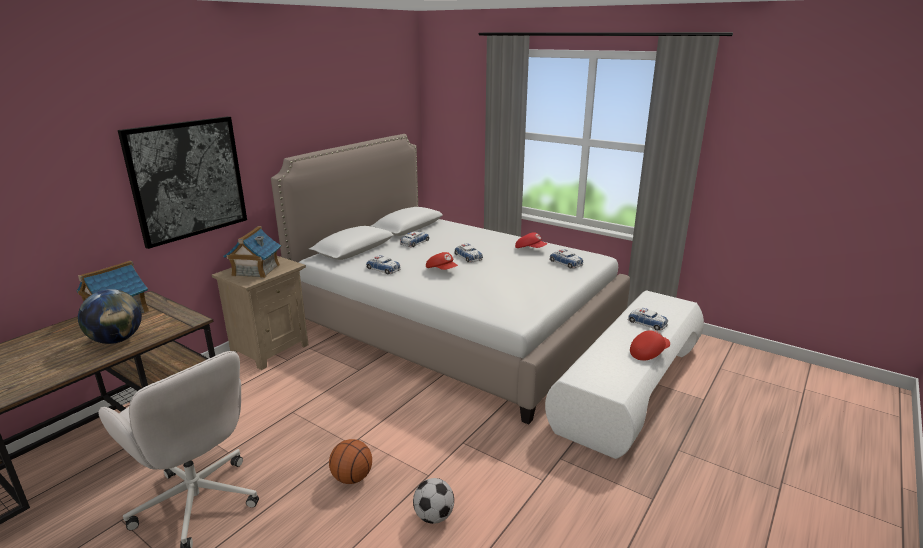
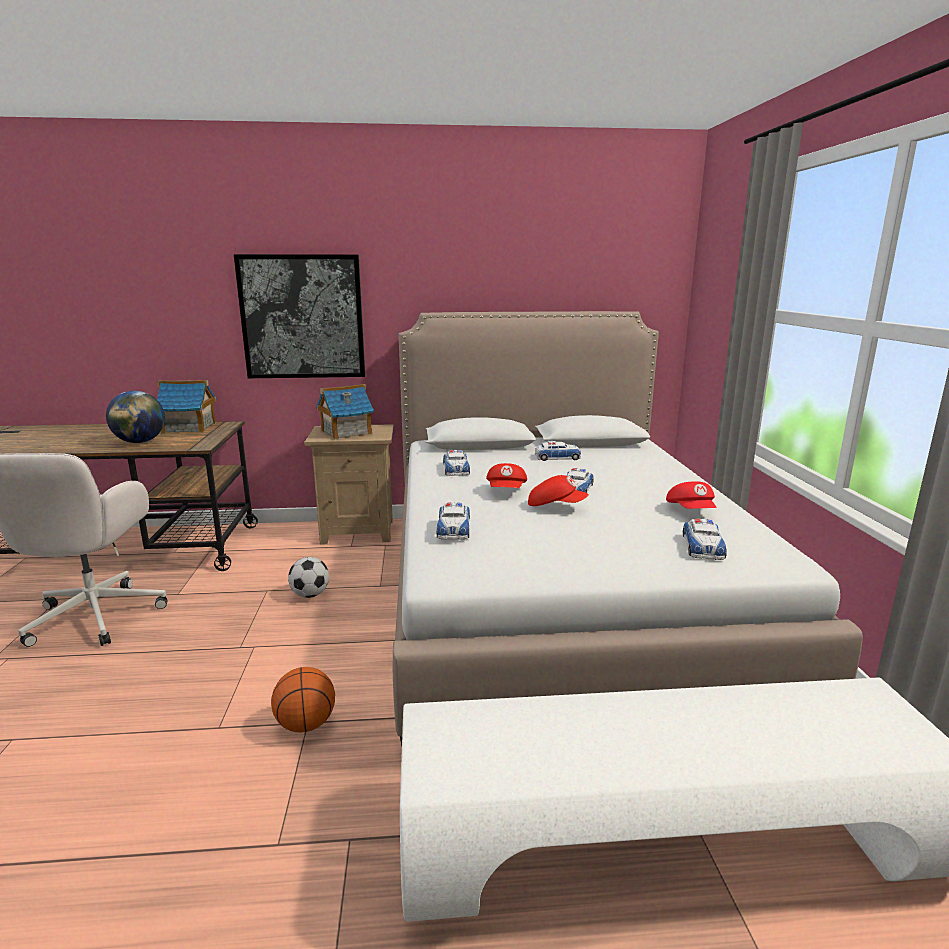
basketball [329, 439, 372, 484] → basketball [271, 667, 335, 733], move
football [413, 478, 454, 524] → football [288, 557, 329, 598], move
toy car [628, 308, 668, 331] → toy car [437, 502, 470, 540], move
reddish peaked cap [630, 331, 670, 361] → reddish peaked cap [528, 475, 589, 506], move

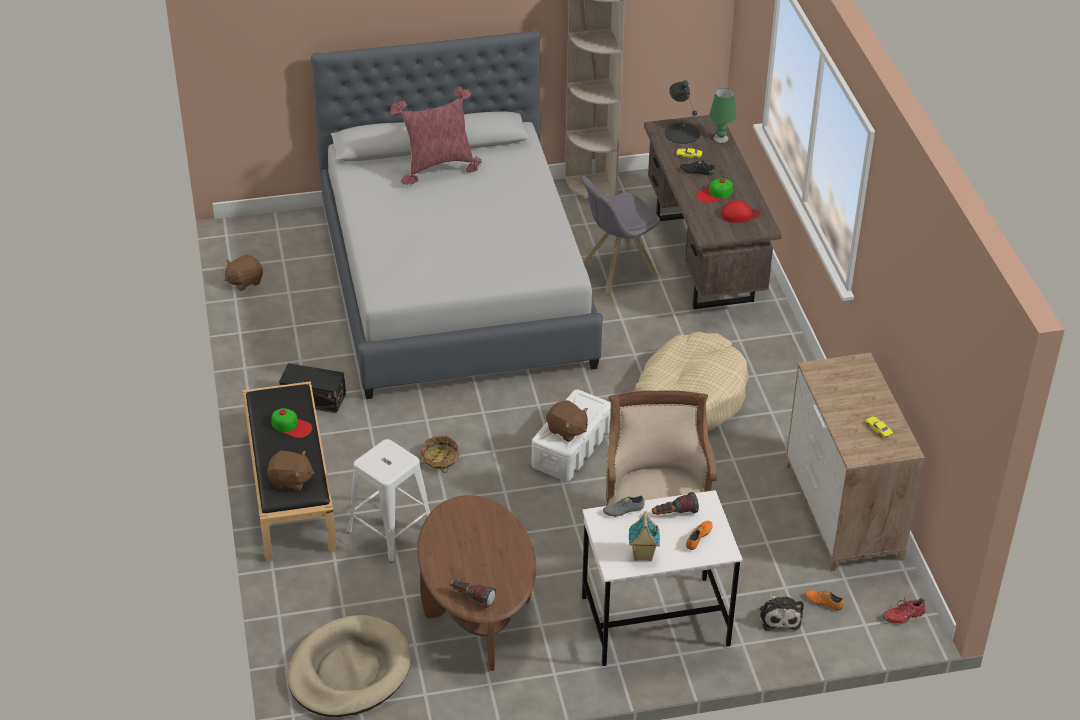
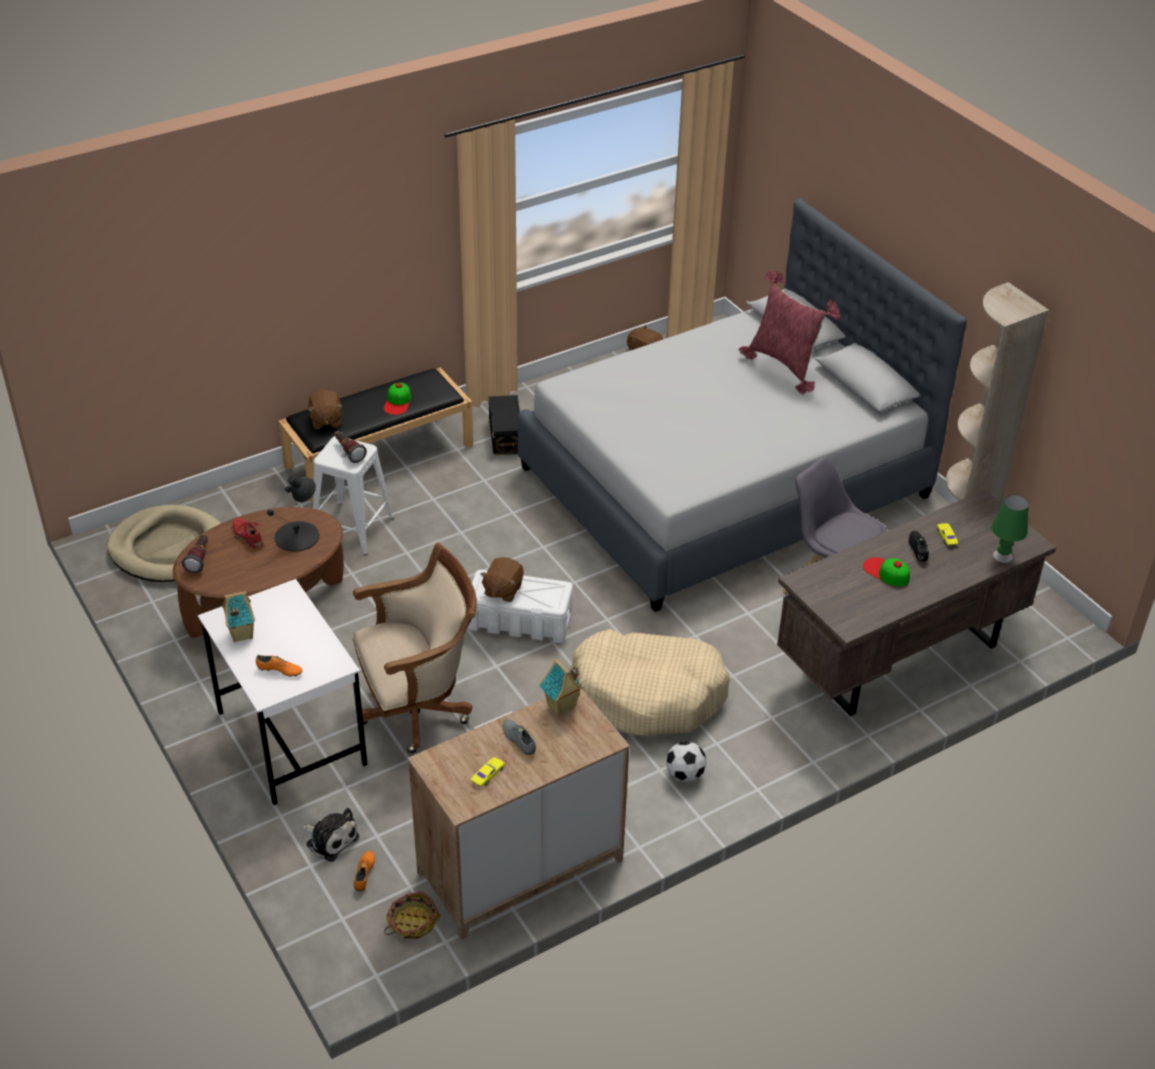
reddish peaked cap [721, 200, 761, 223] → -
- → model house [540, 658, 583, 717]
- → football [666, 741, 707, 782]
basket [420, 436, 460, 473] → basket [384, 891, 441, 939], move
gray item of footwear [603, 495, 645, 517] → gray item of footwear [503, 719, 536, 755], move
torch [652, 492, 699, 515] → torch [335, 431, 367, 463], move
blackish tabletop lamp [665, 80, 700, 144] → blackish tabletop lamp [267, 476, 319, 552], move
reddish item of footwear [883, 595, 926, 624] → reddish item of footwear [232, 517, 266, 548], move
soft toy [760, 594, 804, 631] → soft toy [302, 808, 359, 862], 120 degrees counterclockwise

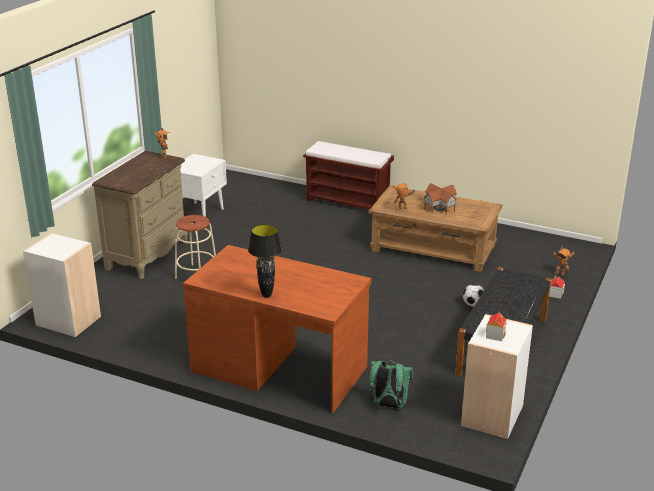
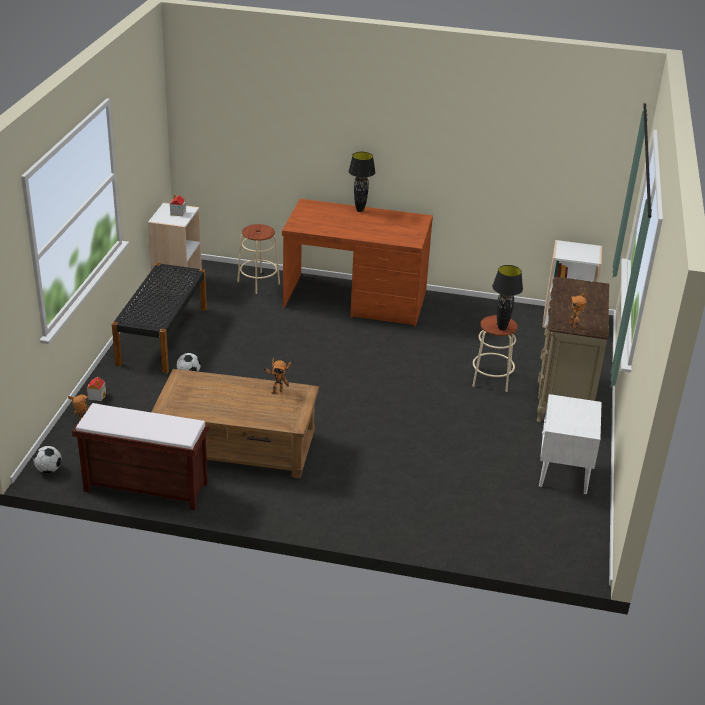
model house [424, 183, 457, 215] → -
- → football [34, 446, 62, 473]
- → blackish tabletop lamp [492, 265, 523, 331]
brownish long seat [303, 141, 394, 210] → brownish long seat [72, 403, 210, 510], move
green-coloured knapsack [369, 361, 413, 408] → sand-coloured stool [237, 224, 280, 294]

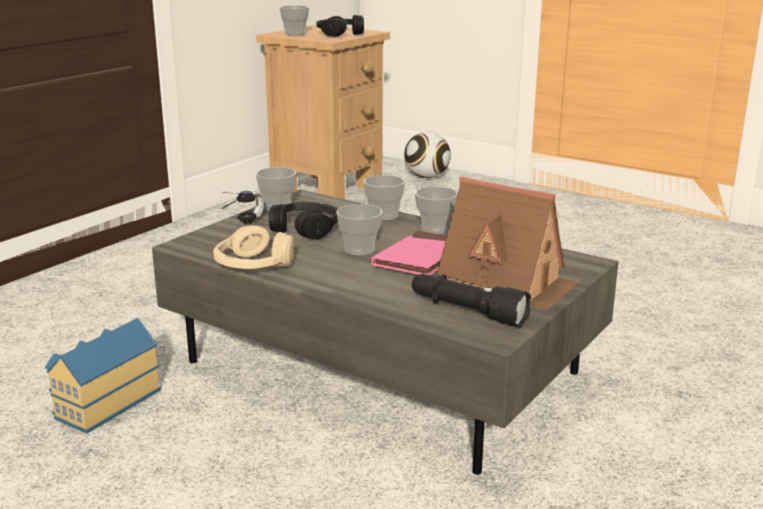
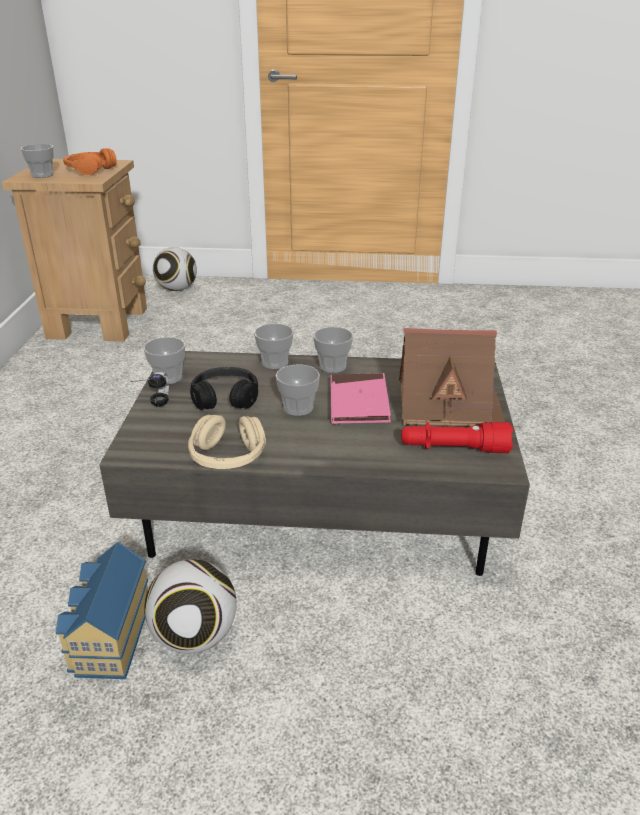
- → football [144, 559, 237, 654]
blackish headphones [316, 15, 364, 37] → orangey headphones [63, 148, 117, 175]
blackish torch [412, 274, 531, 327] → reddish torch [401, 422, 513, 453]

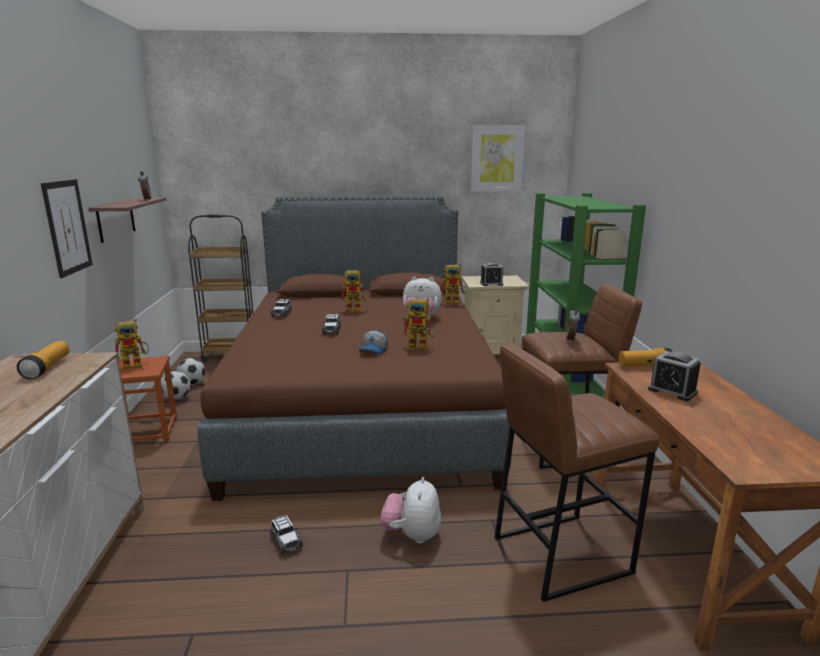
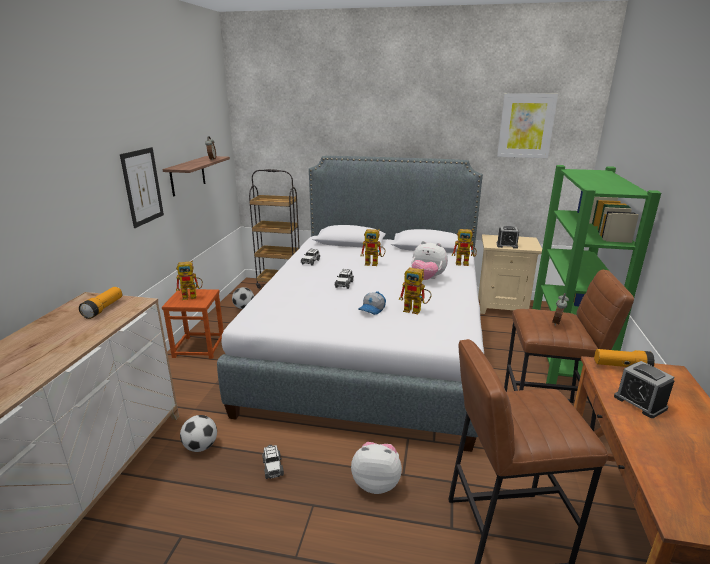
football [161, 371, 191, 400] → football [180, 415, 217, 452], move
brownish sleeping bed [198, 195, 512, 501] → gray sleeping bed [217, 156, 484, 452]
soft toy [381, 477, 441, 544] → soft toy [351, 442, 402, 494], 75 degrees clockwise

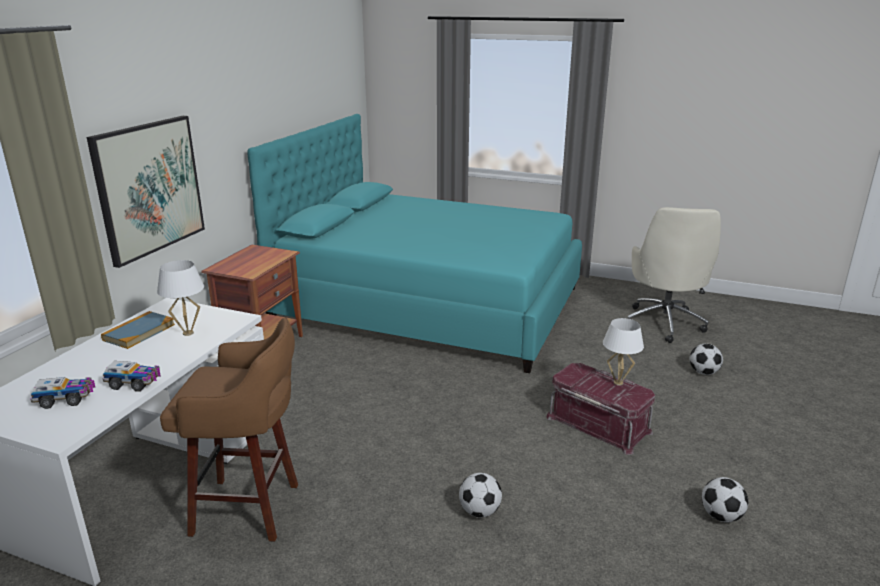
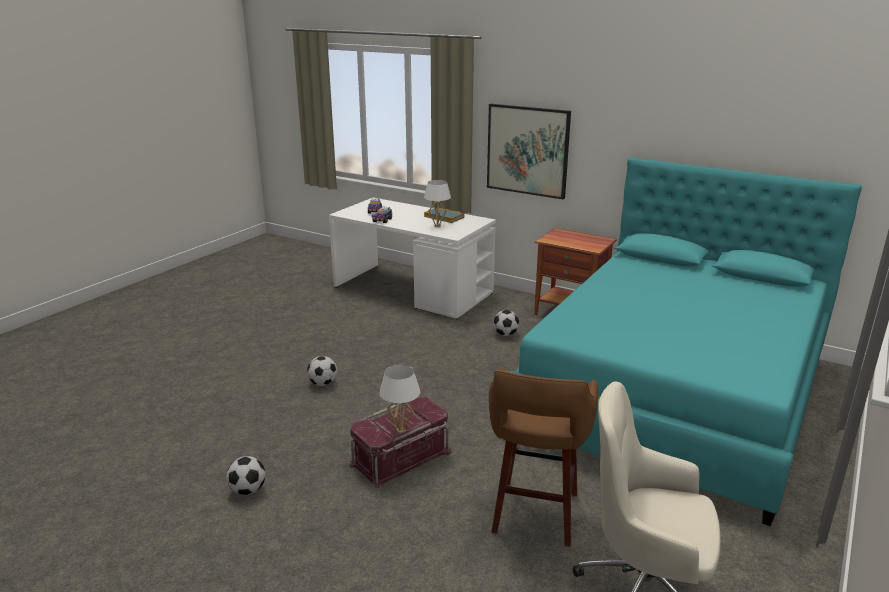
brownish stool [160, 317, 298, 542] → brownish stool [489, 367, 598, 547], move
football [689, 344, 723, 375] → football [493, 310, 519, 336], move

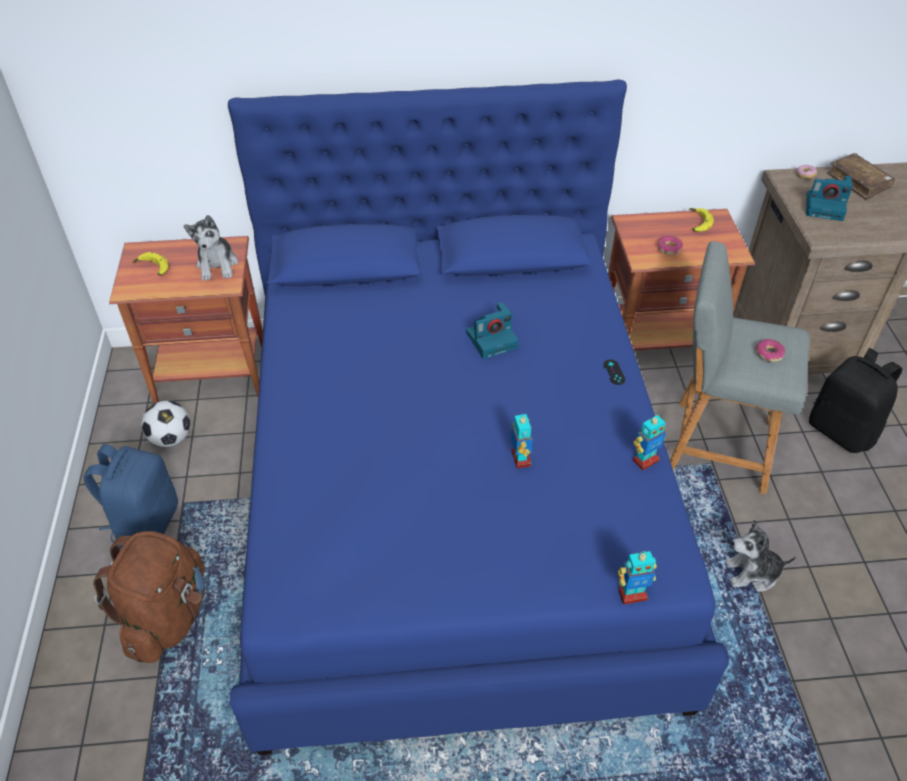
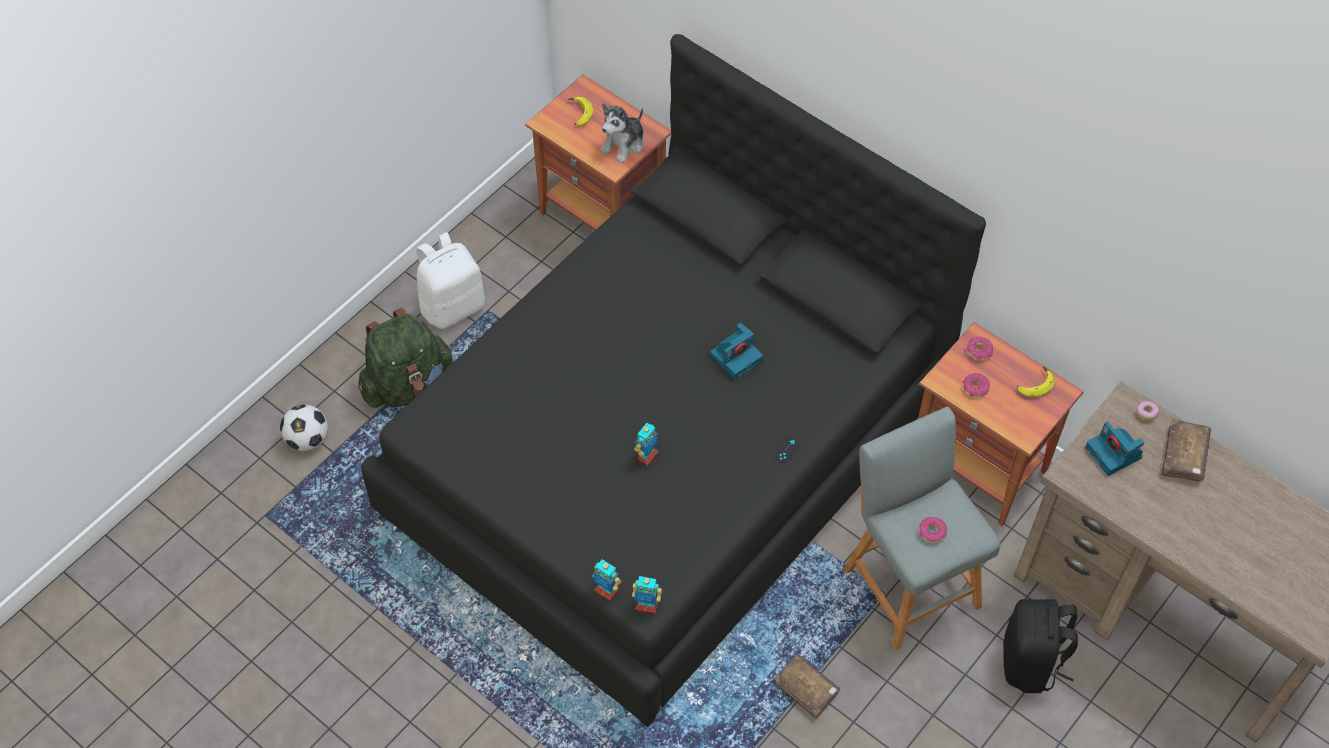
- → doughnut [967, 337, 993, 360]
football [141, 401, 190, 447] → football [280, 404, 328, 451], move
toy robot [633, 414, 666, 470] → toy robot [632, 576, 662, 614], move
soft toy [725, 519, 797, 592] → brownish bound book [773, 654, 840, 719]
bluish knapsack [84, 444, 178, 548] → white-coloured knapsack [416, 232, 485, 329]
brownish knapsack [93, 531, 205, 663] → green-coloured knapsack [358, 308, 453, 408]
bluish sleeping bed [228, 79, 729, 755] → blackish sleeping bed [361, 34, 986, 727]
photo camera [466, 302, 518, 359] → photo camera [710, 323, 763, 380], 60 degrees counterclockwise

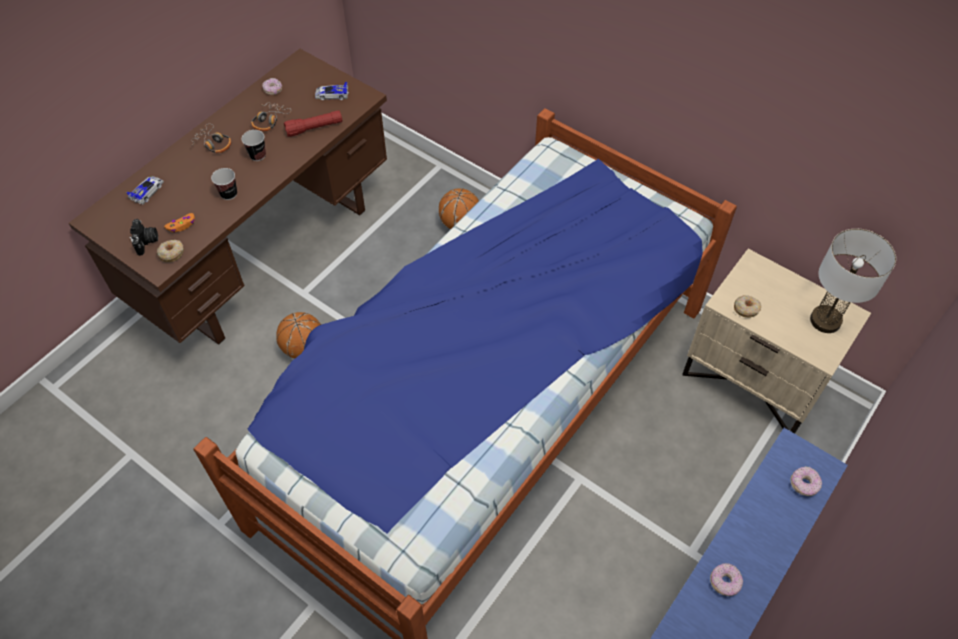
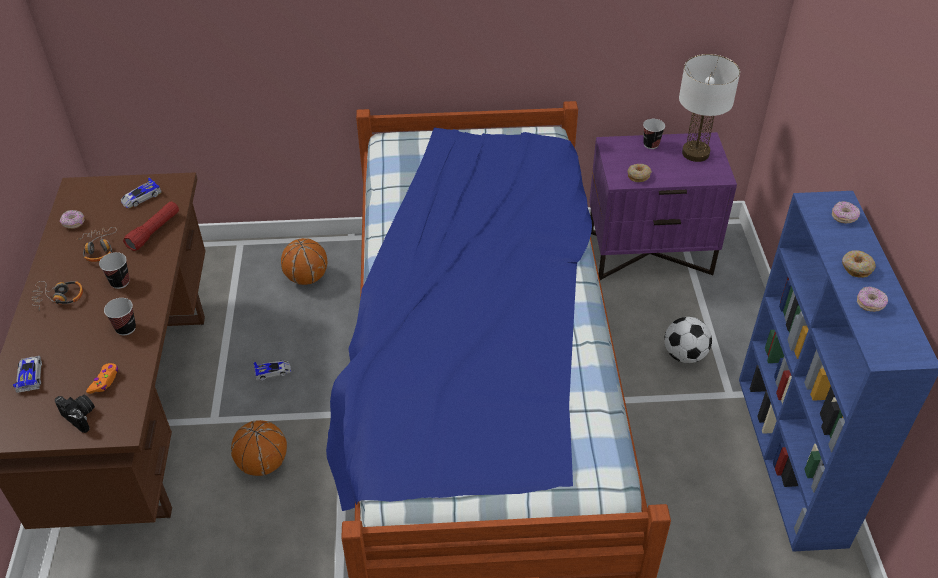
- → toy car [254, 360, 291, 381]
- → cup [643, 119, 665, 149]
- → football [664, 317, 712, 363]
doughnut [157, 240, 184, 262] → doughnut [842, 250, 876, 278], move
sand-coloured nightstand [683, 249, 871, 434] → purple nightstand [589, 132, 737, 280]

